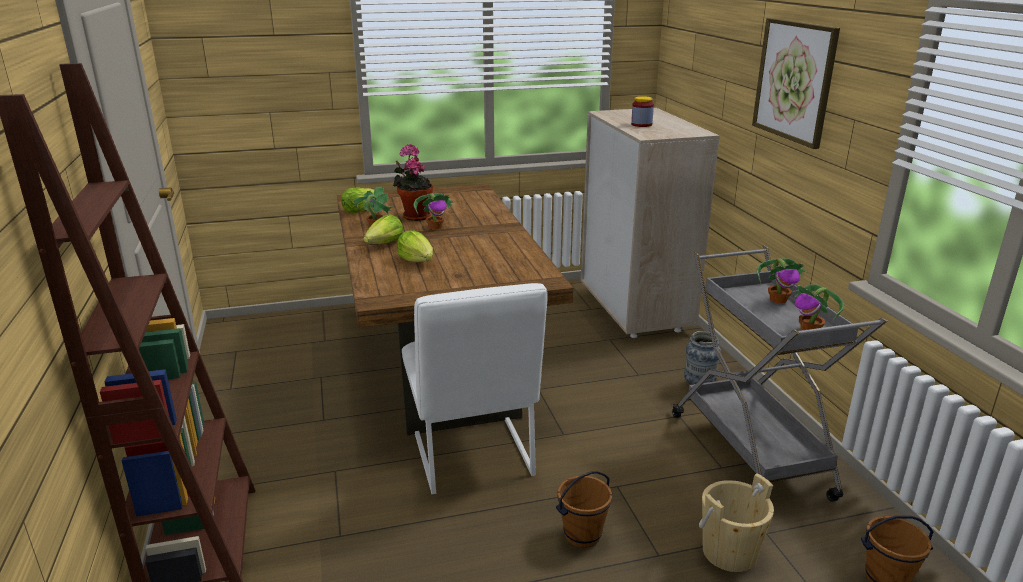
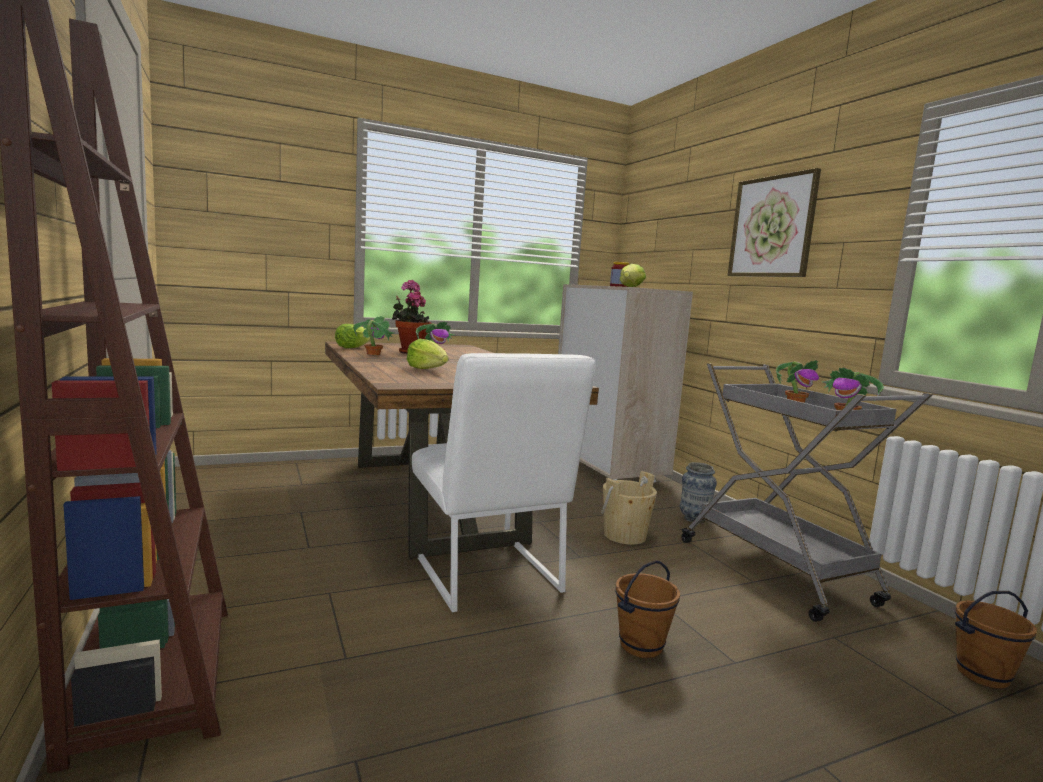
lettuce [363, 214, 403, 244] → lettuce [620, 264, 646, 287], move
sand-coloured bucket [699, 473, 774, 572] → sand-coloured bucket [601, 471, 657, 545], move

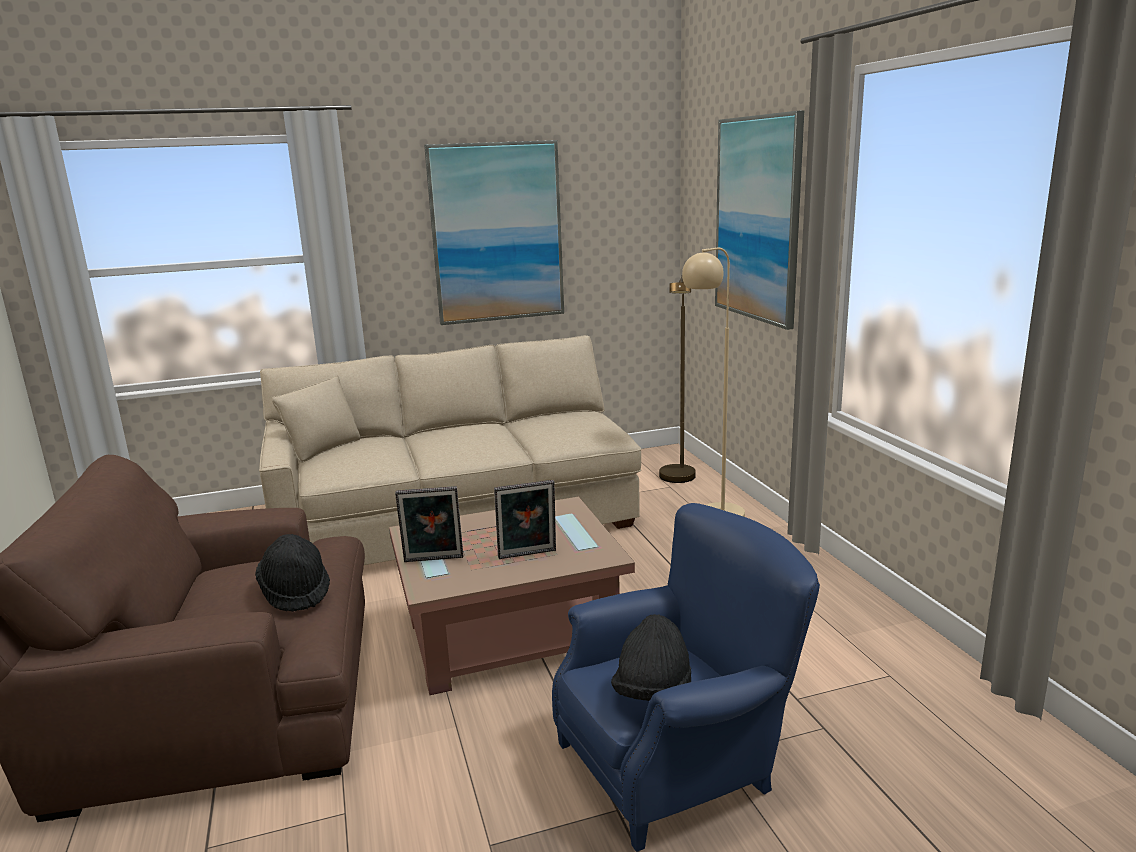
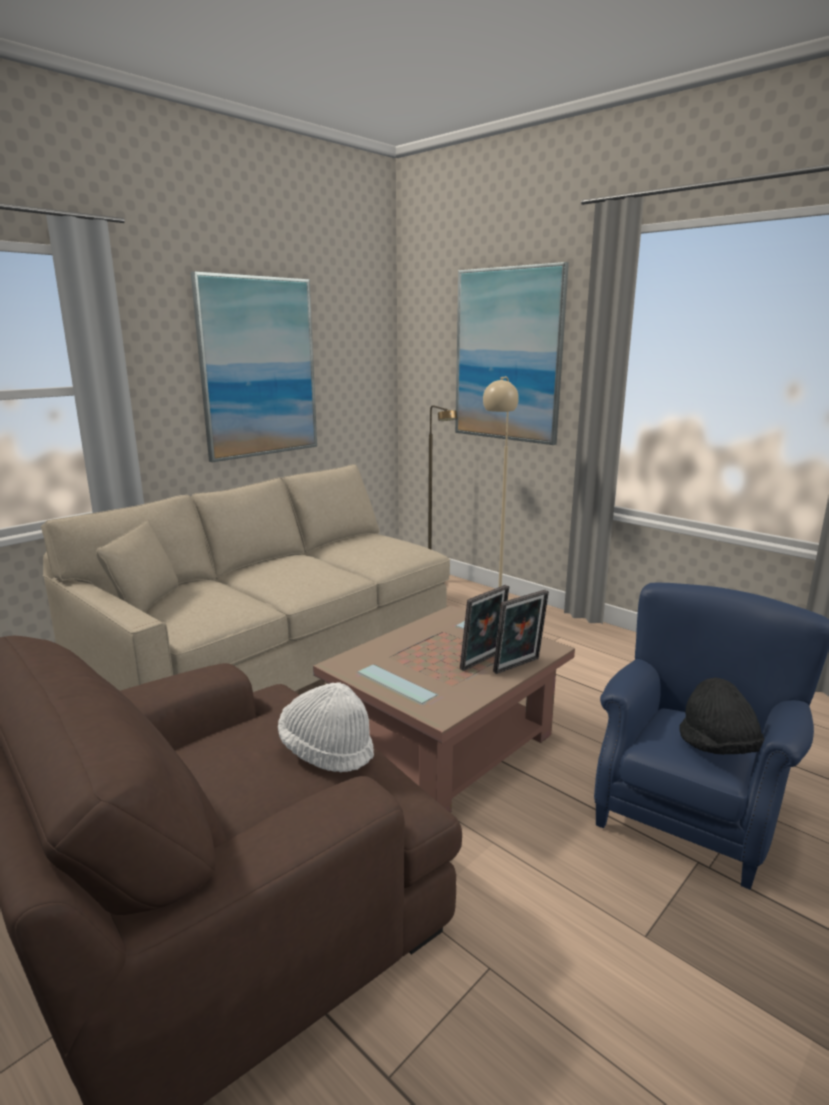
standing frame [395, 486, 463, 562] → standing frame [493, 590, 549, 674], move
blackish wearable hat [255, 534, 330, 612] → white-coloured wearable hat [278, 683, 374, 772]

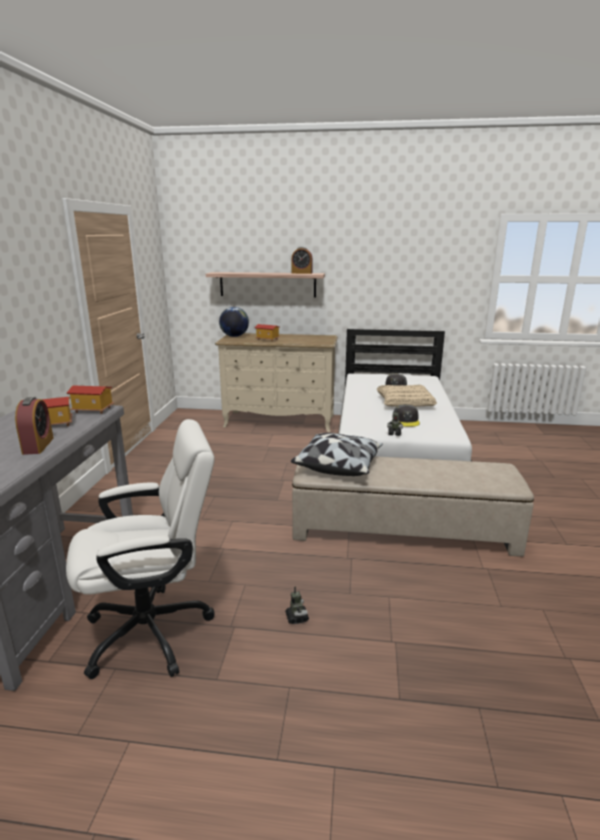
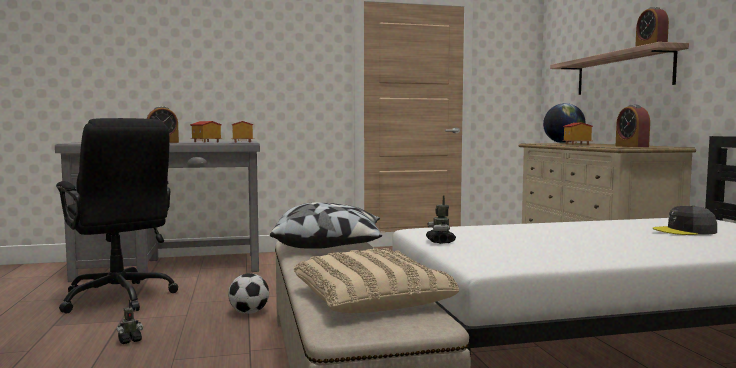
gray peaked cap [392, 405, 420, 427] → -
- → football [228, 273, 269, 314]
- → bedside clock [616, 105, 650, 147]
sand-coloured cushion [376, 385, 437, 407] → sand-coloured cushion [294, 248, 459, 313], move
white-coloured computer chair [66, 419, 215, 679] → blackish computer chair [56, 118, 179, 313]

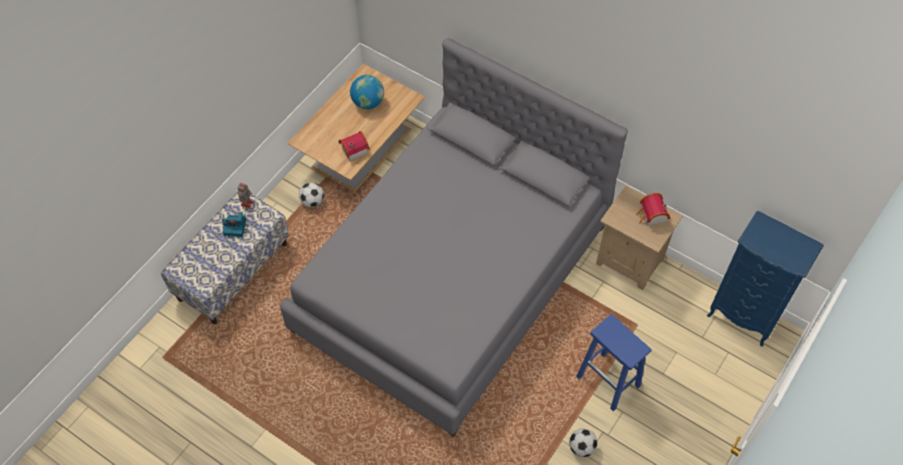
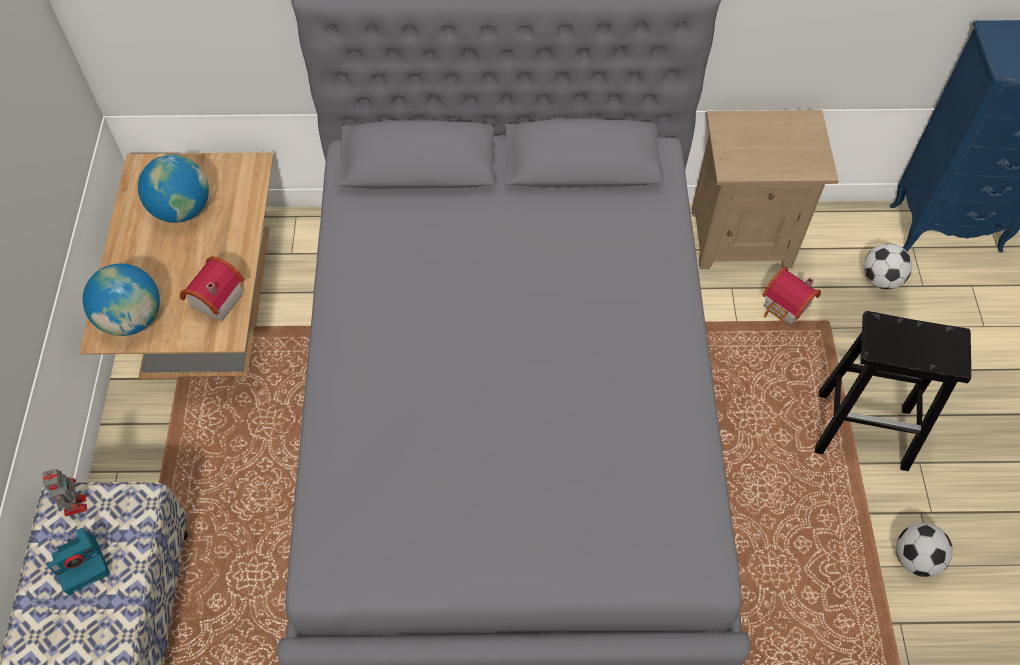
- → desk globe [82, 263, 160, 336]
football [299, 182, 324, 207] → football [864, 243, 912, 289], move
model house [636, 193, 670, 226] → model house [762, 267, 821, 326], move
bluish stool [576, 314, 652, 412] → blackish stool [815, 311, 971, 471]

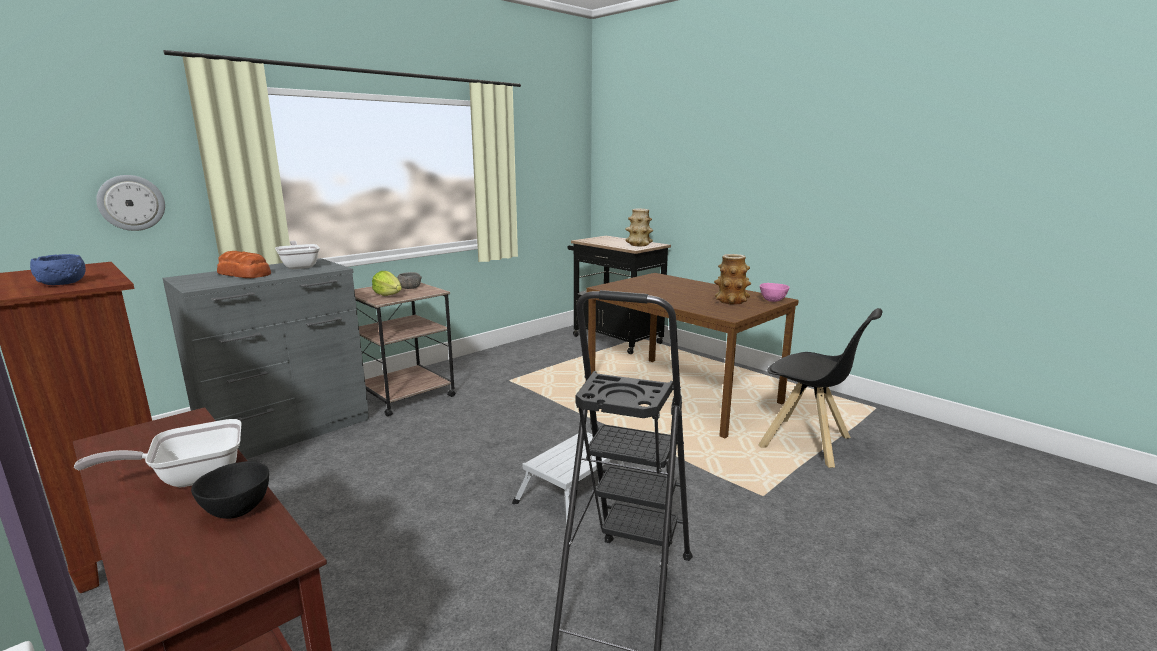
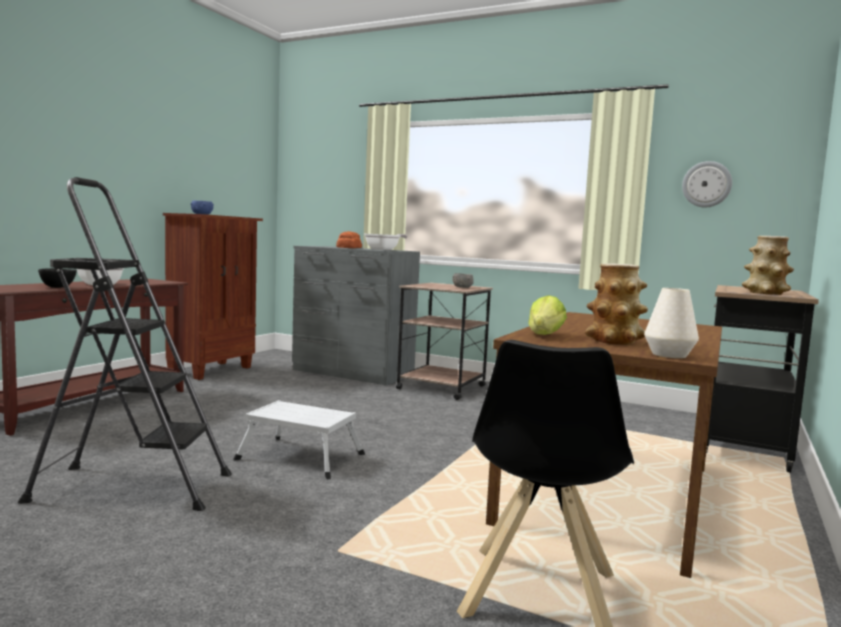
hanging clock [96, 175, 165, 231] → hanging clock [682, 161, 732, 207], move
lettuce [372, 271, 402, 296] → lettuce [528, 295, 567, 335], move
pink serving bowl [760, 283, 789, 302] → white-coloured flower vase [644, 288, 699, 358]

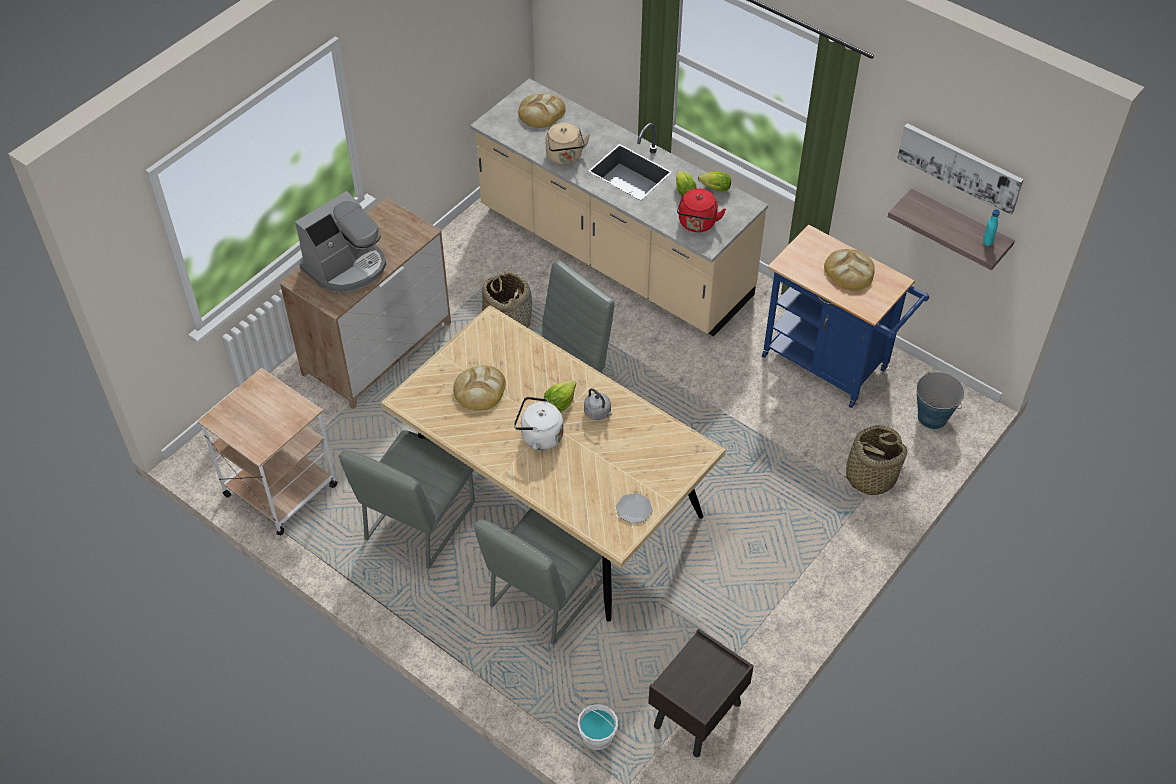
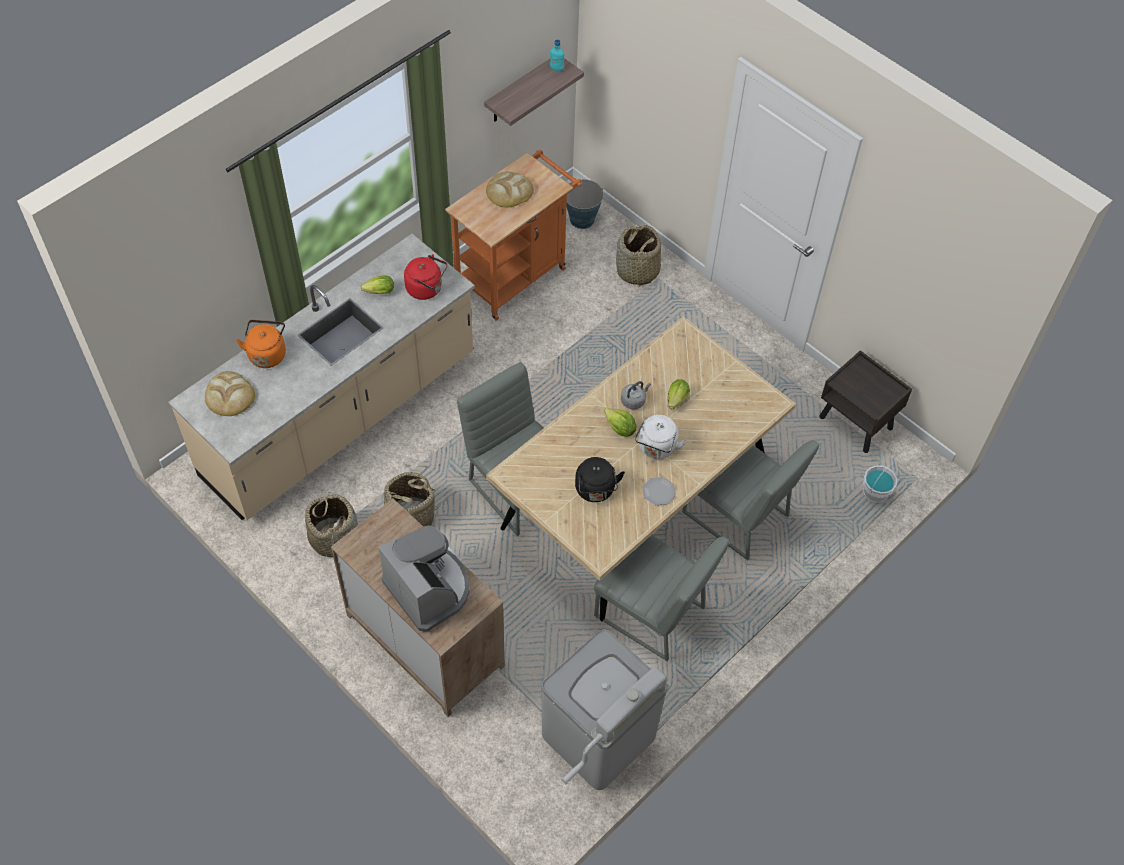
sand-coloured tea kettle [546, 123, 590, 165] → -
wall picture [897, 123, 1024, 215] → -
- → orangey tea kettle [236, 320, 286, 368]
- → basket [305, 493, 358, 557]
dinner plate [616, 493, 653, 524] → dinner plate [643, 477, 676, 505], move
lettuce [698, 172, 731, 192] → lettuce [668, 379, 690, 409], move
sand-coloured cart [197, 368, 338, 535] → gray washing machine [542, 629, 669, 790]
bakery bread [453, 365, 506, 411] → blackish tea kettle [575, 457, 625, 502]
bluish cart [762, 225, 929, 408] → orangey cart [445, 150, 582, 321]

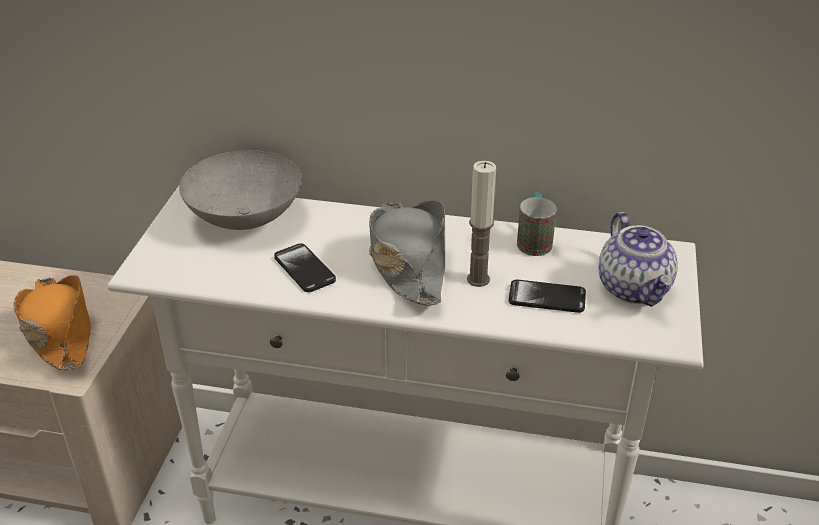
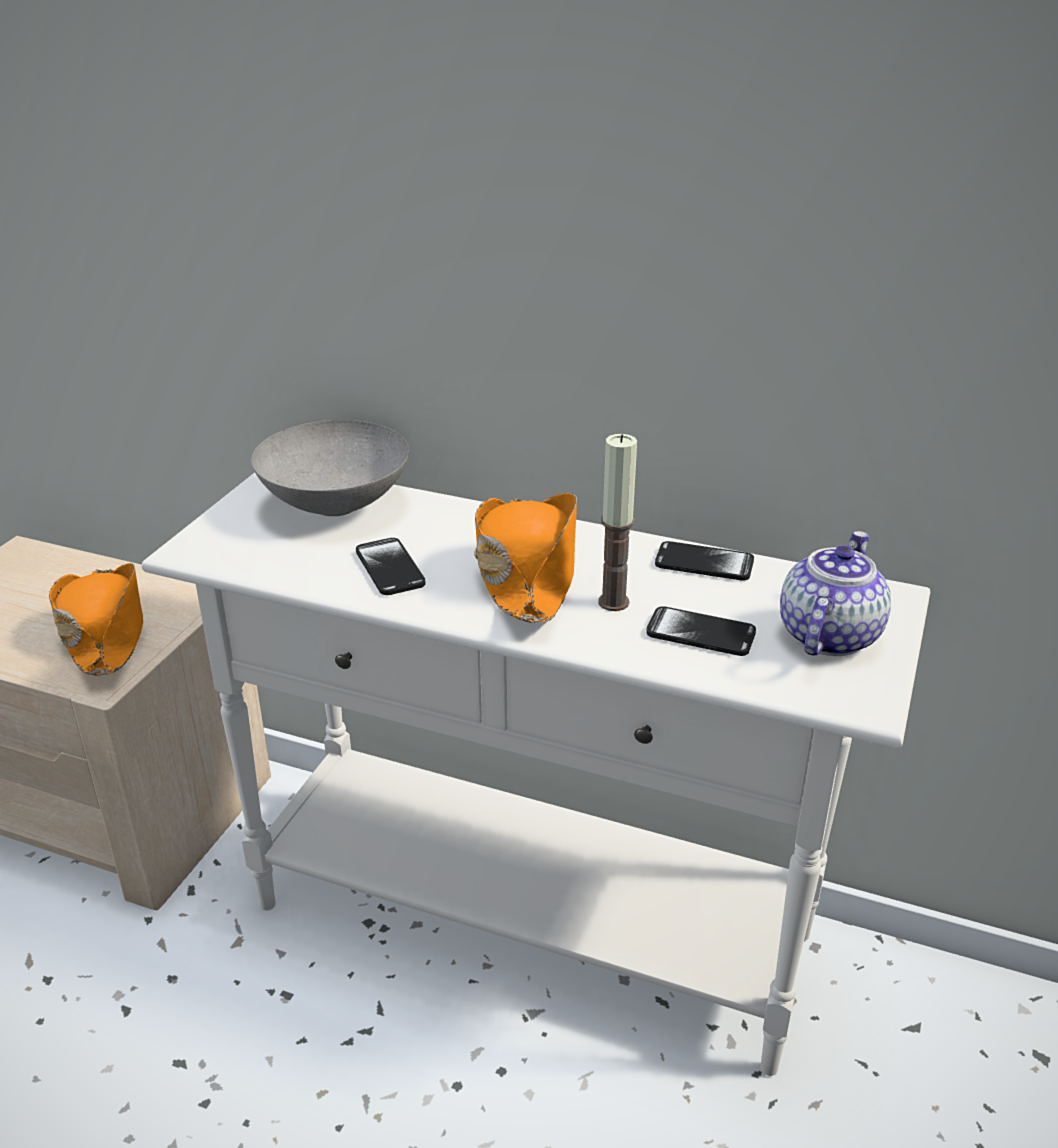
tea mug [517, 193, 557, 256] → handset [655, 541, 754, 581]
gray wearable hat [369, 200, 445, 305] → orangey wearable hat [474, 493, 577, 623]
tea pot [599, 212, 678, 307] → tea pot [780, 531, 891, 656], 150 degrees counterclockwise

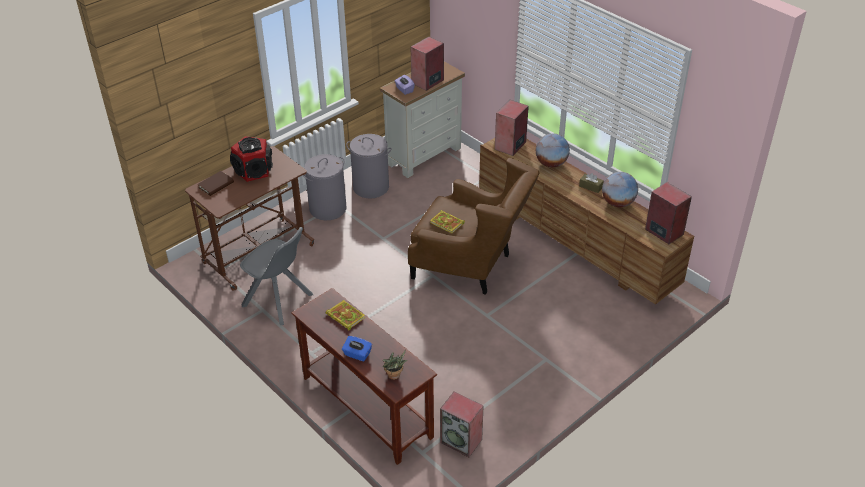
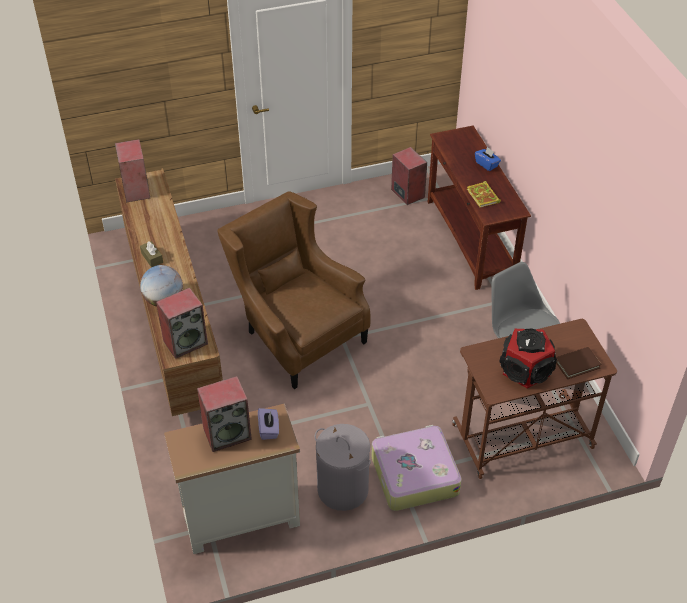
potted plant [383, 349, 407, 380] → -
bound book [430, 210, 465, 233] → -
desk globe [602, 172, 638, 207] → -
gray laundry basket [303, 154, 346, 220] → suitcase [371, 425, 462, 511]

